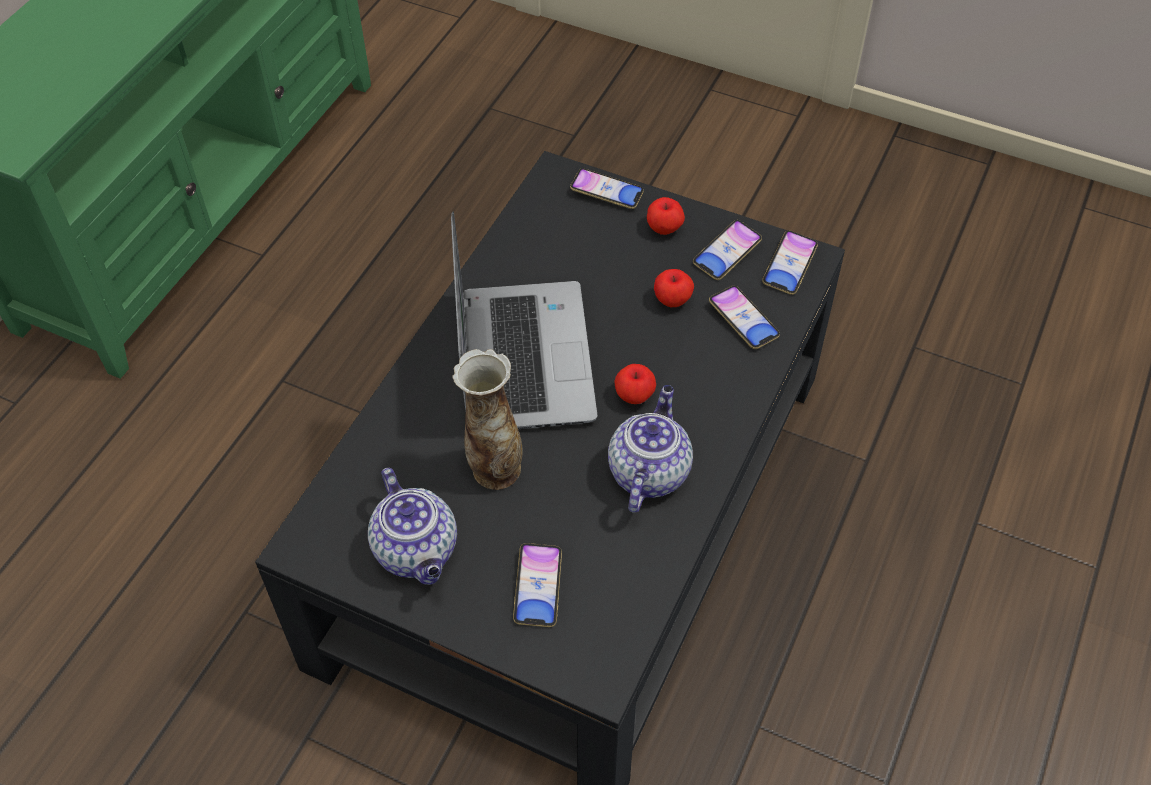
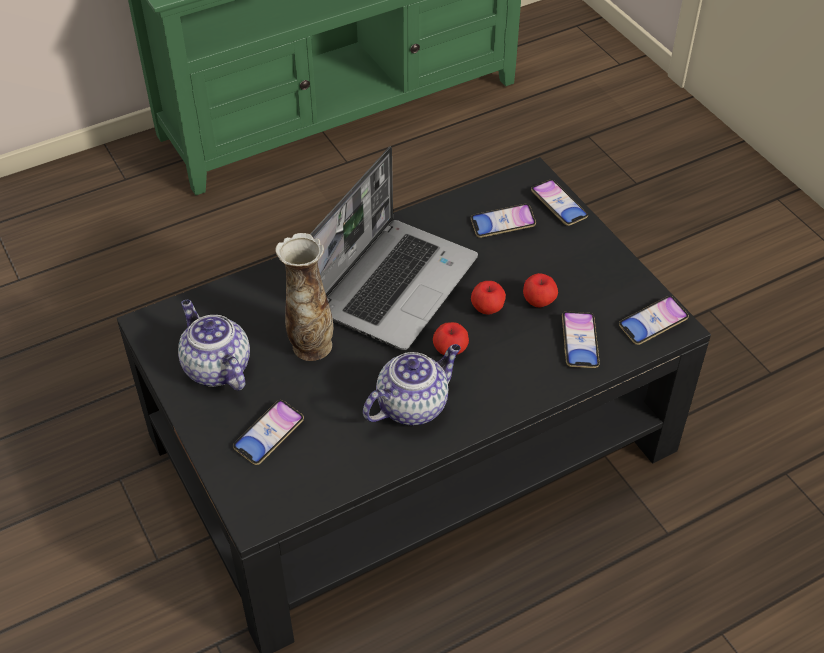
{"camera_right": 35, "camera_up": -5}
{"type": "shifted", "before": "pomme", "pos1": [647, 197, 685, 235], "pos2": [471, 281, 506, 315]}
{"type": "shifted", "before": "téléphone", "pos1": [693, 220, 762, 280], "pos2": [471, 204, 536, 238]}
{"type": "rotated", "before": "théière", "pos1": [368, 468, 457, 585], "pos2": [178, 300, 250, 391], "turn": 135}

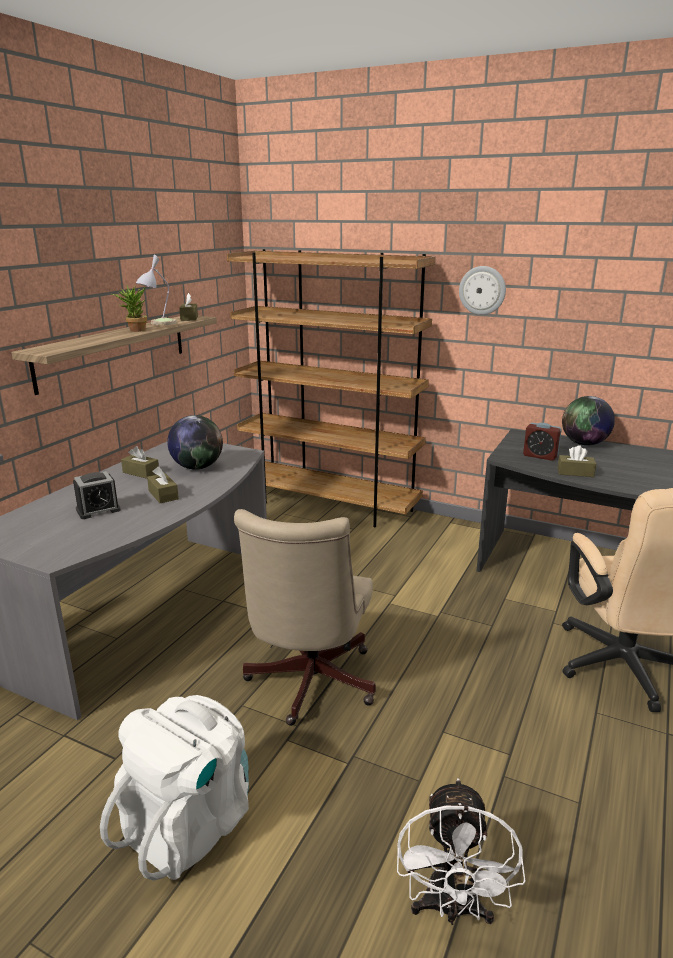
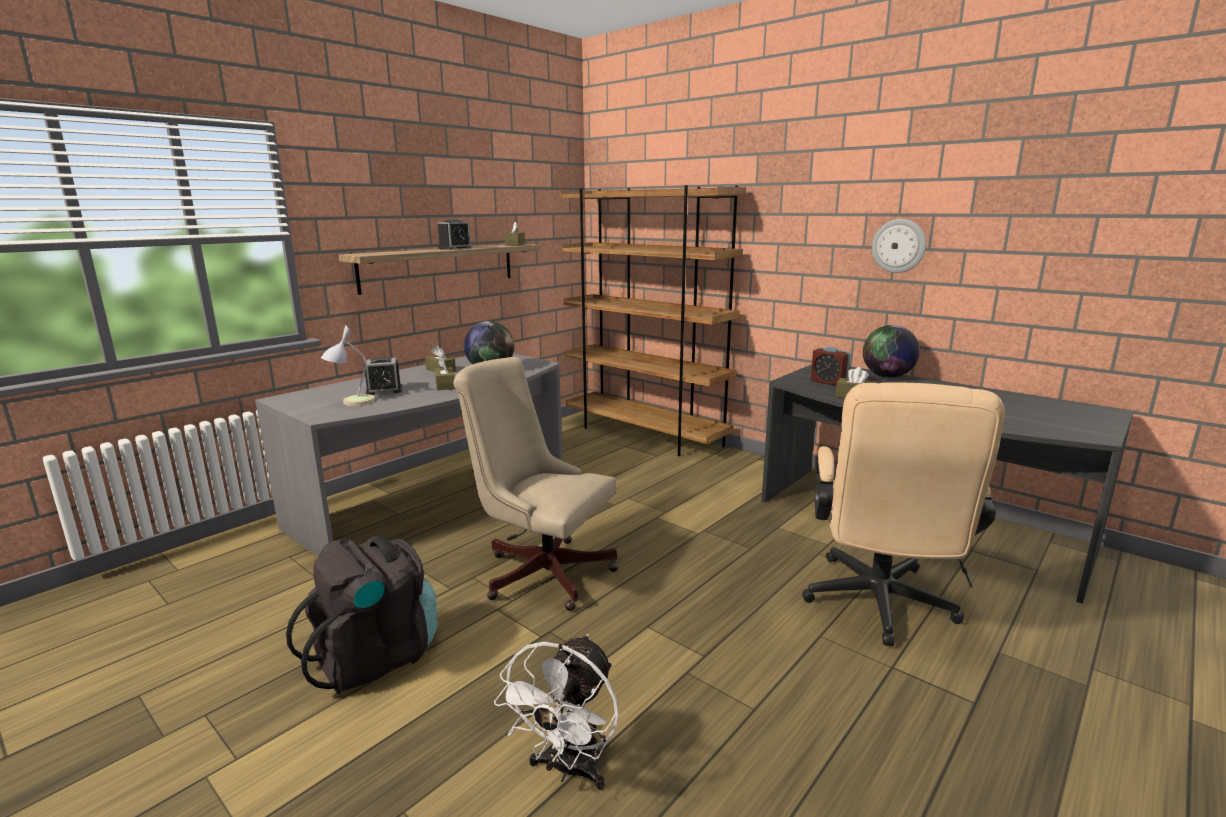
{"camera_right": 15, "camera_up": -5}
{"type": "shifted", "before": "lampe de table", "pos1": [136, 255, 177, 325], "pos2": [321, 325, 375, 406]}
{"type": "shifted", "before": "horloge murale", "pos1": [459, 266, 506, 315], "pos2": [872, 219, 926, 273]}
{"type": "swapped", "before": "plante en pot", "after": "réveil", "pos1": [112, 285, 147, 332], "pos2": [438, 219, 472, 250]}
{"type": "rotated", "before": "chaise de bureau (beige)", "pos1": [234, 509, 376, 726], "pos2": [453, 357, 618, 611], "turn": 90}
{"type": "repainted", "before": "sac à dos (blanc)", "after": "sac à dos (noir)", "pos1": [100, 695, 249, 881], "pos2": [286, 537, 438, 694]}

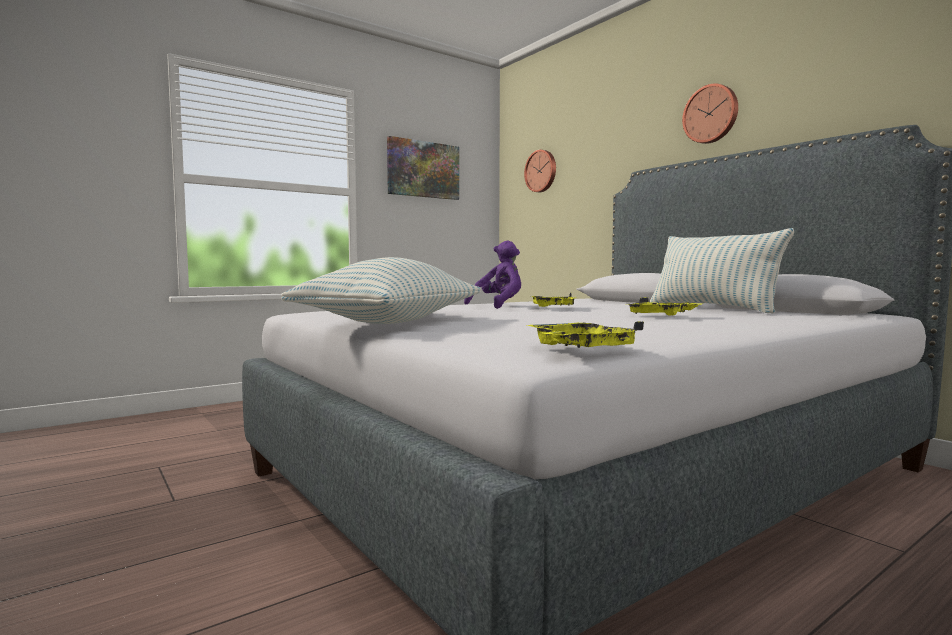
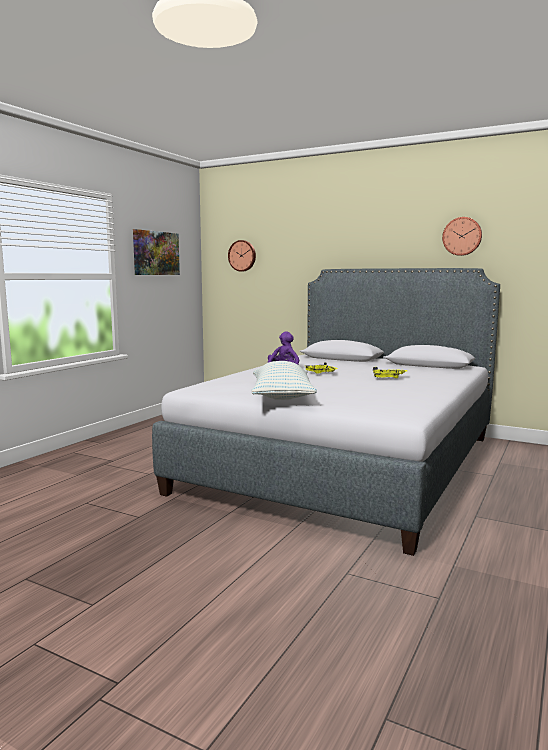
{"camera_right": -25, "camera_up": 5}
{"type": "shifted", "before": "horloge murale", "pos1": [682, 83, 738, 144], "pos2": [442, 217, 482, 256]}
{"type": "gone", "before": "coussin", "pos1": [650, 228, 794, 313]}
{"type": "gone", "before": "plateau (jaune)", "pos1": [527, 321, 644, 348]}

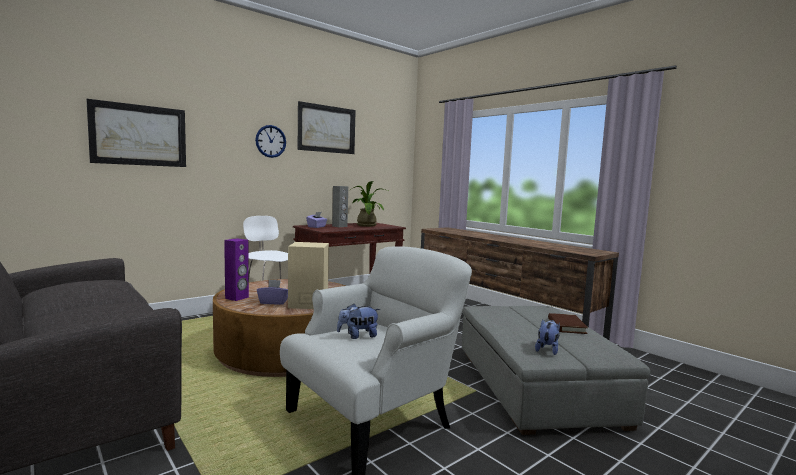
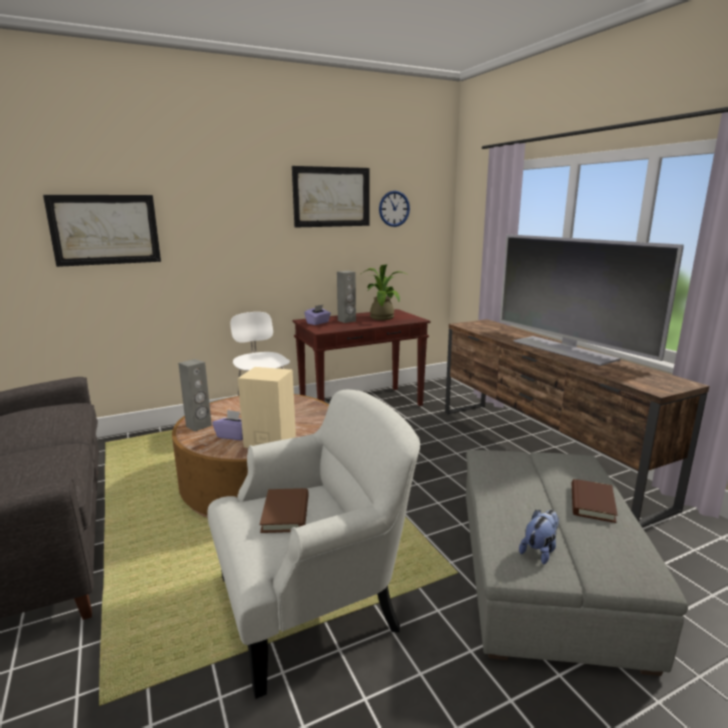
{"camera_right": 15, "camera_up": 10}
{"type": "shifted", "before": "horloge murale", "pos1": [255, 125, 286, 158], "pos2": [379, 191, 410, 227]}
{"type": "repainted", "before": "enceinte (violet)", "after": "enceinte (gris)", "pos1": [224, 238, 249, 301], "pos2": [178, 359, 212, 431]}
{"type": "swapped", "before": "peluche", "after": "livre (marron)", "pos1": [337, 303, 380, 339], "pos2": [260, 488, 309, 533]}
{"type": "new", "after": "téléviseur", "pos2": [500, 234, 684, 366]}

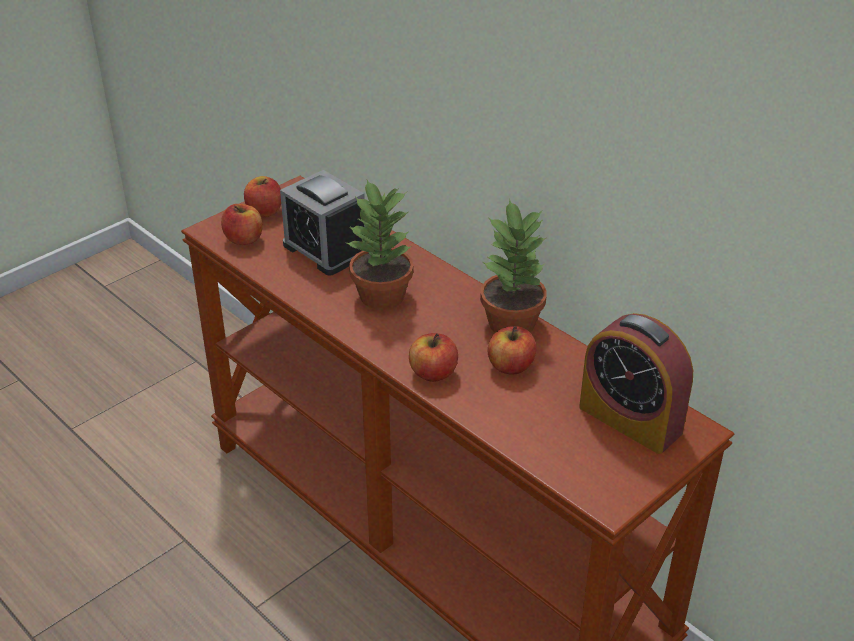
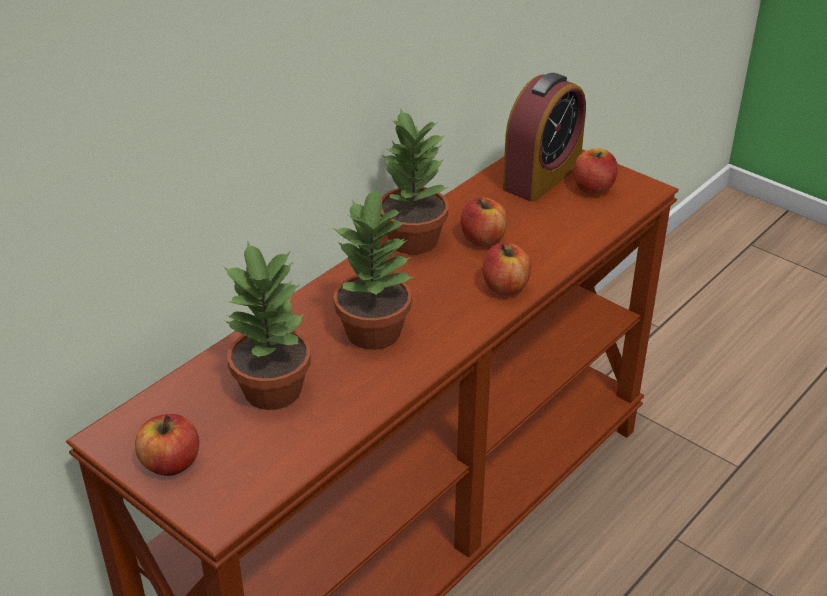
{"camera_right": -95, "camera_up": 0}
{"type": "swapped", "before": "réveil", "after": "plante en pot", "pos1": [280, 170, 366, 276], "pos2": [223, 240, 311, 410]}
{"type": "shifted", "before": "pomme", "pos1": [221, 204, 262, 245], "pos2": [574, 148, 618, 195]}

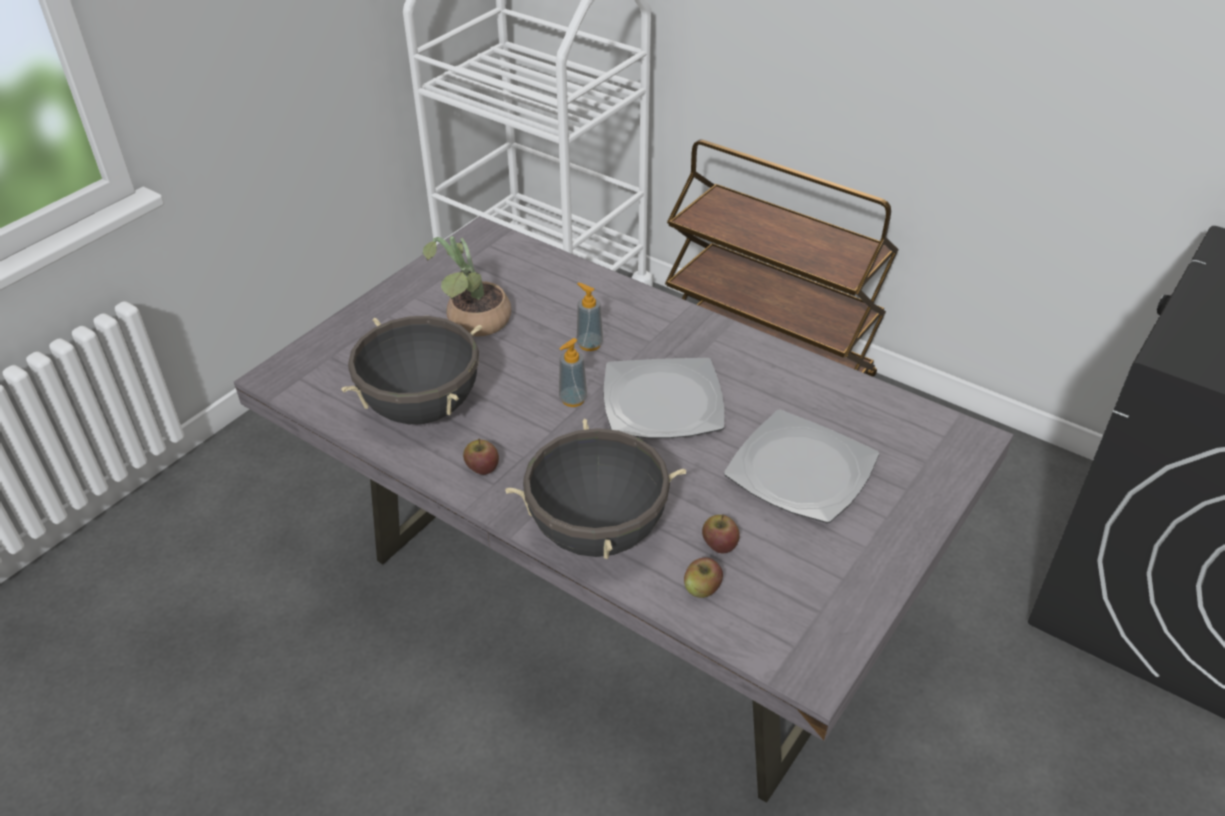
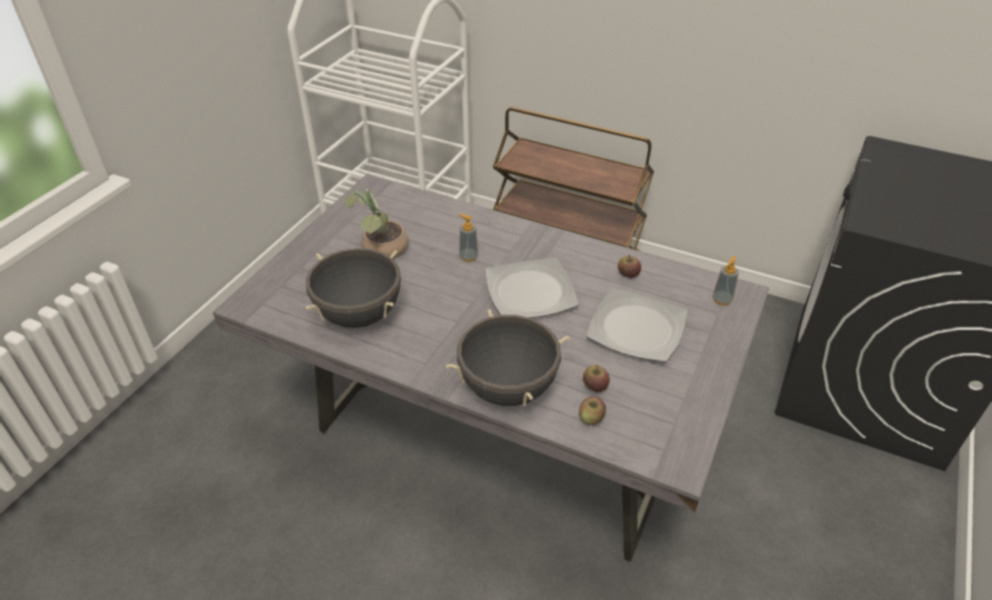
{"camera_right": -10, "camera_up": 0}
{"type": "shifted", "before": "distributeur de savon", "pos1": [559, 338, 587, 407], "pos2": [712, 256, 739, 305]}
{"type": "shifted", "before": "pomme", "pos1": [463, 438, 499, 475], "pos2": [618, 254, 641, 278]}

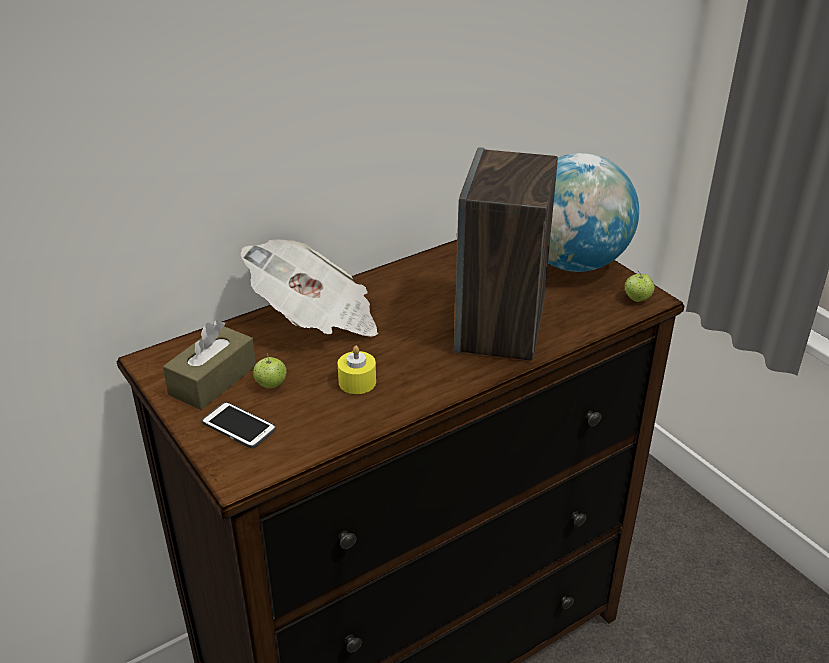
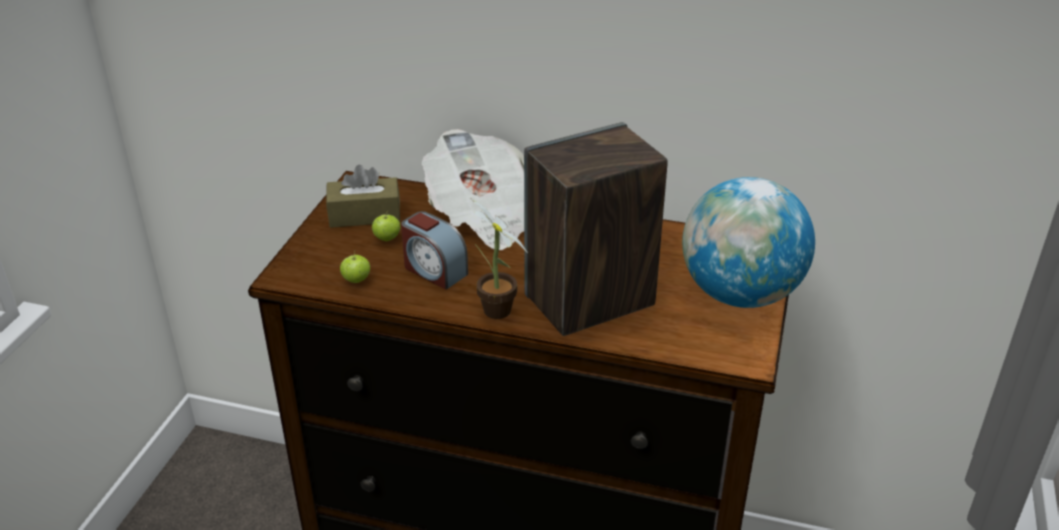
{"camera_right": 50, "camera_up": 0}
{"type": "shifted", "before": "pomme", "pos1": [625, 270, 654, 302], "pos2": [340, 251, 370, 283]}
{"type": "swapped", "before": "bougie (jaune)", "after": "réveil", "pos1": [338, 346, 376, 394], "pos2": [401, 211, 468, 290]}
{"type": "gone", "before": "téléphone", "pos1": [202, 402, 276, 449]}
{"type": "new", "after": "plante en pot", "pos2": [470, 198, 528, 319]}

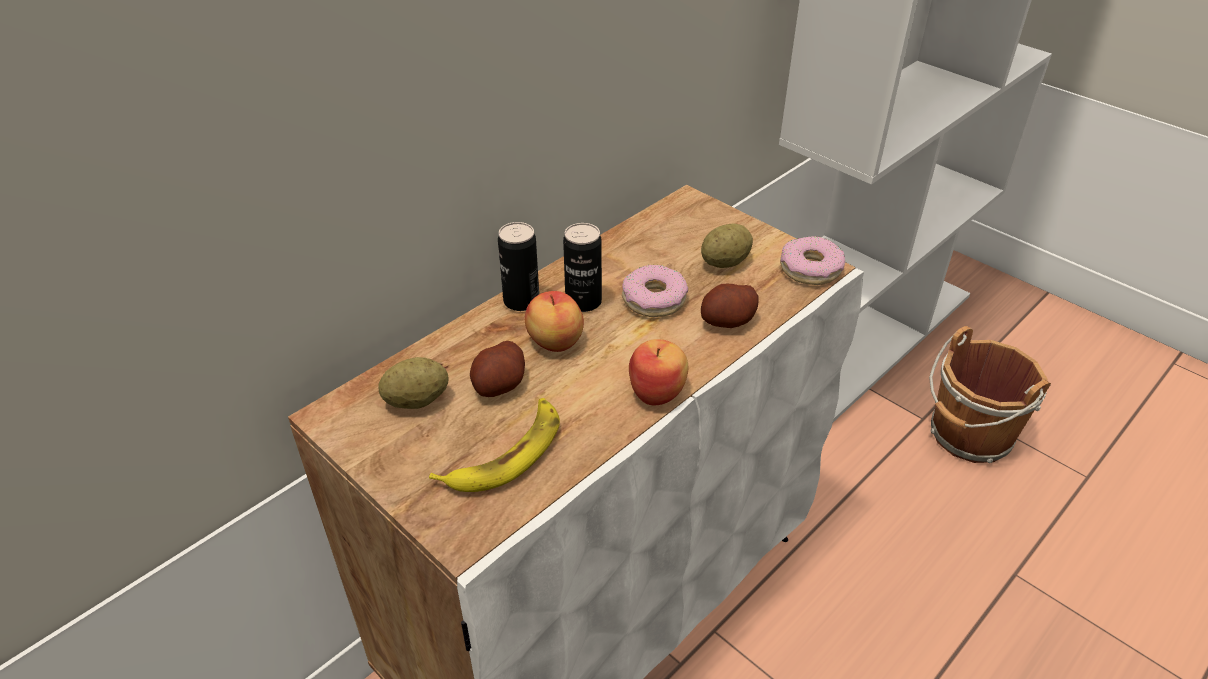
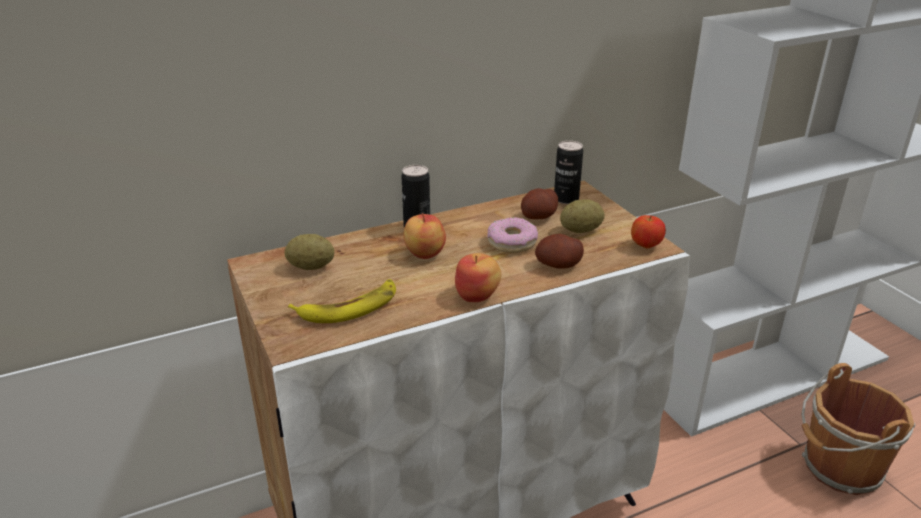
{"camera_right": 20, "camera_up": -10}
{"type": "shifted", "before": "boîte métallique", "pos1": [563, 223, 602, 312], "pos2": [554, 140, 583, 204]}
{"type": "swapped", "before": "beignet", "after": "pomme", "pos1": [780, 236, 845, 285], "pos2": [631, 215, 666, 249]}
{"type": "shifted", "before": "pomme de terre", "pos1": [470, 341, 525, 397], "pos2": [521, 188, 558, 219]}

